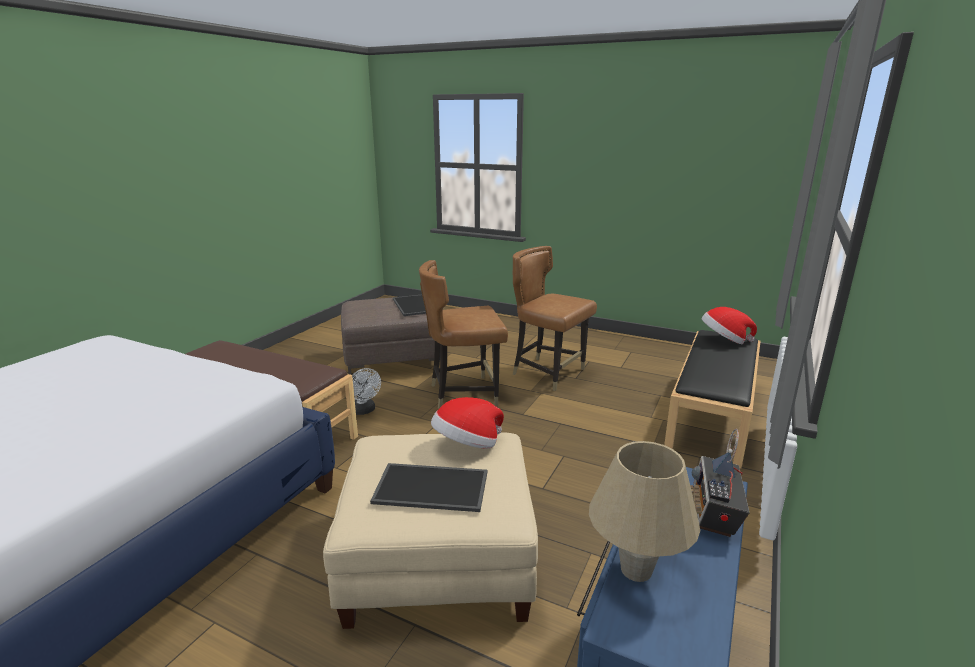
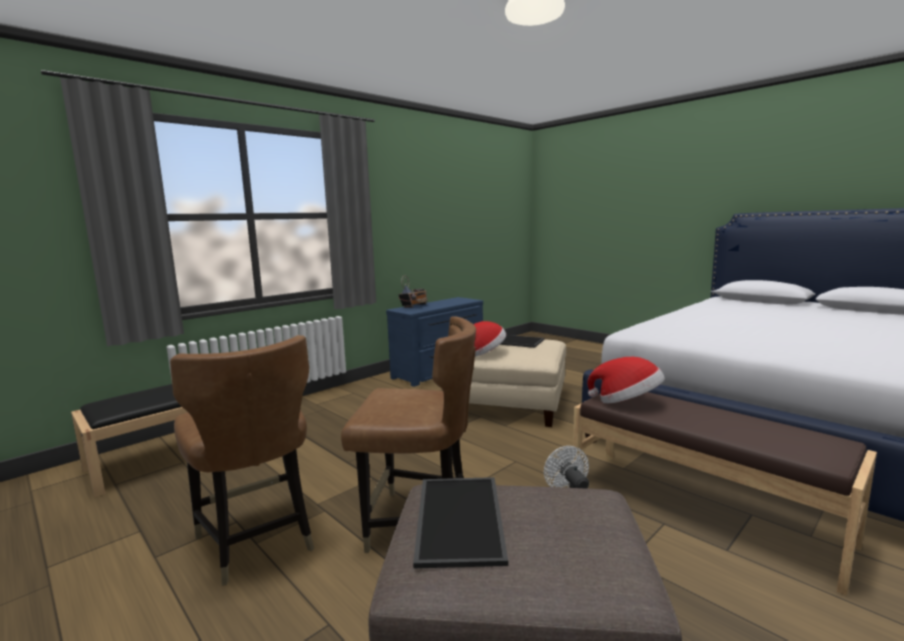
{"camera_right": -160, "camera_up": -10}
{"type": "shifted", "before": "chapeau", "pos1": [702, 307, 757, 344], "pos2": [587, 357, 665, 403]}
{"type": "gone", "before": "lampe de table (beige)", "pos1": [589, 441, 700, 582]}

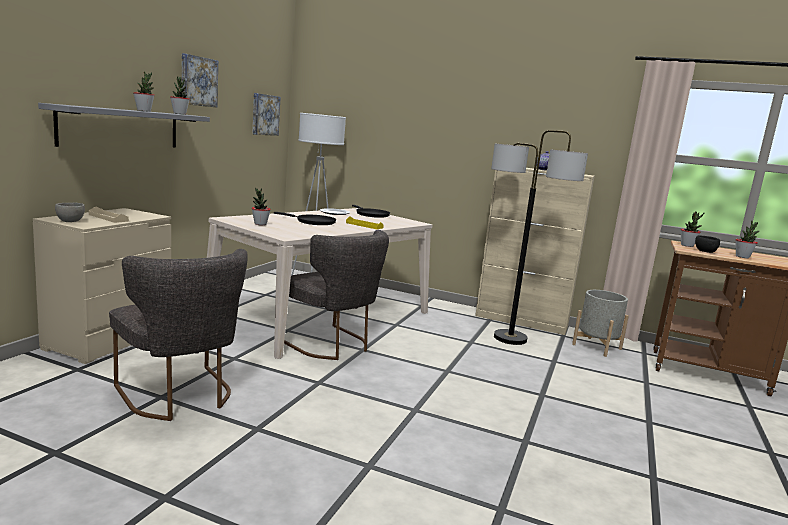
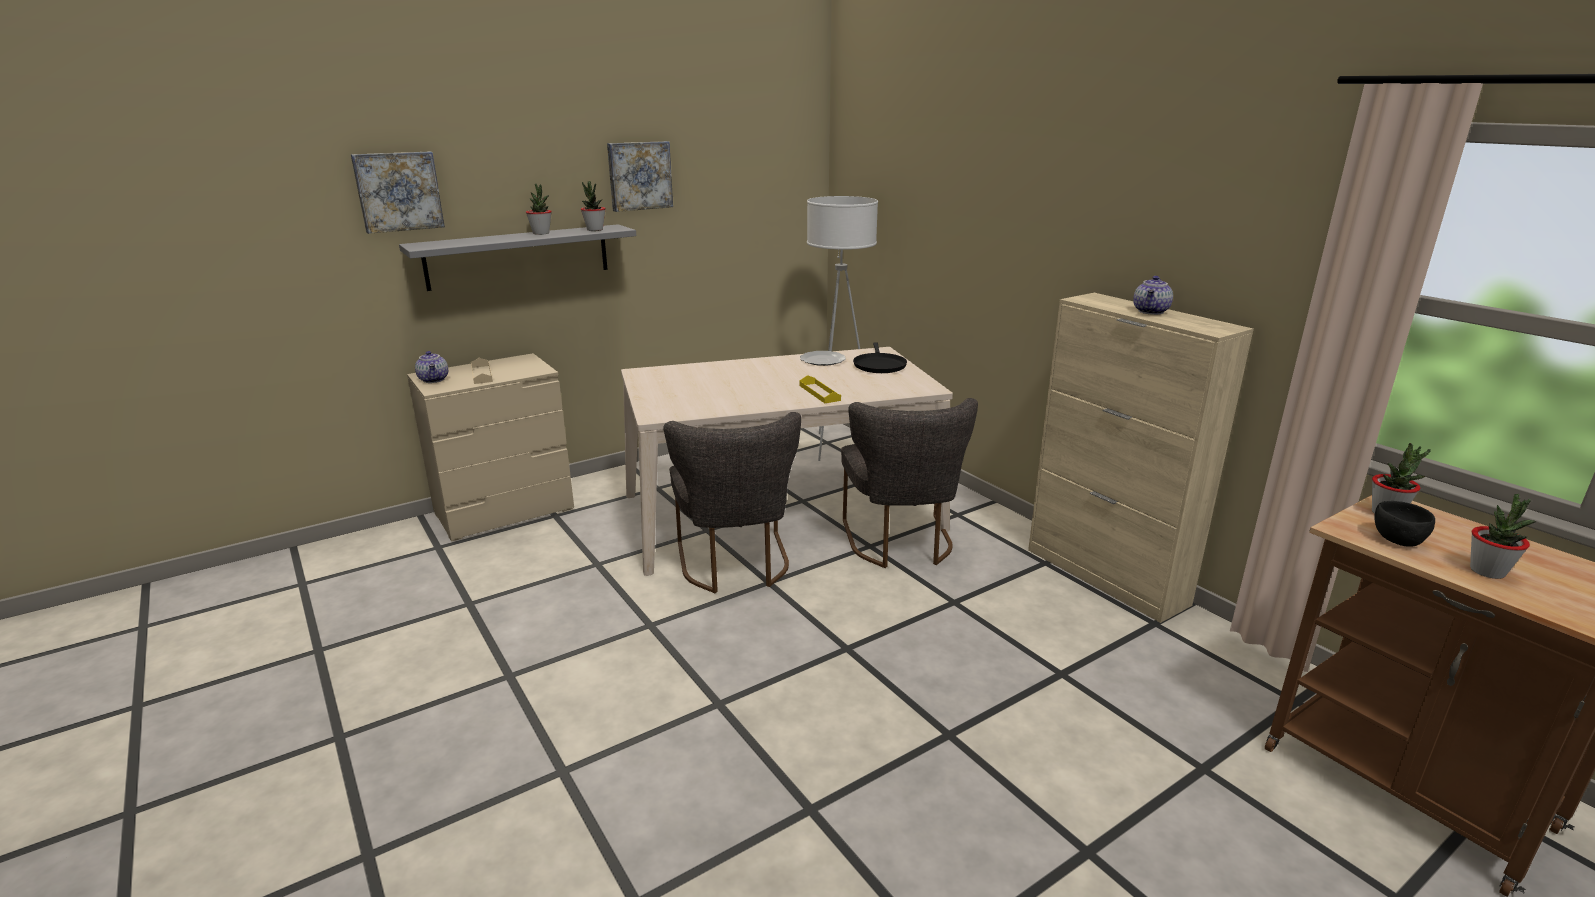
{"camera_right": 35, "camera_up": 10}
{"type": "shifted", "before": "tableau", "pos1": [252, 93, 281, 136], "pos2": [351, 151, 445, 234]}
{"type": "gone", "before": "lampadaire", "pos1": [491, 130, 588, 345]}
{"type": "gone", "before": "plante en pot", "pos1": [252, 187, 271, 225]}
{"type": "swapped", "before": "bol (gris)", "after": "théière", "pos1": [55, 203, 85, 222], "pos2": [415, 351, 448, 383]}
{"type": "gone", "before": "poêle (noir)", "pos1": [274, 212, 336, 225]}
{"type": "shifted", "before": "chaise (gris)", "pos1": [109, 249, 248, 421], "pos2": [841, 398, 978, 568]}
{"type": "gone", "before": "cache-pot (gris)", "pos1": [572, 290, 629, 357]}

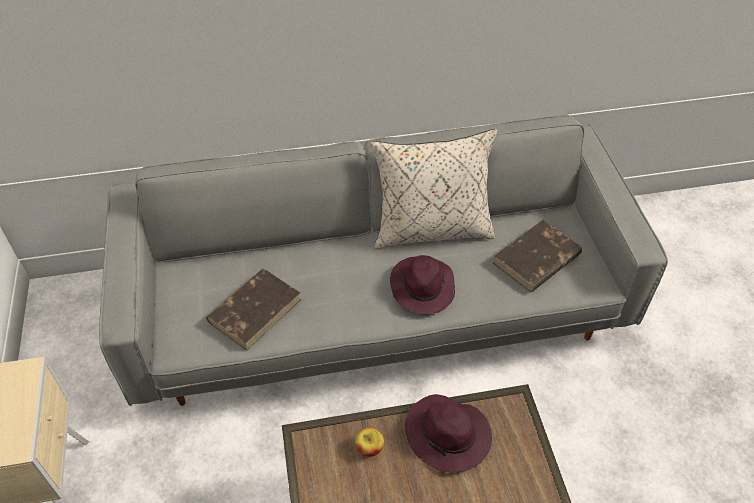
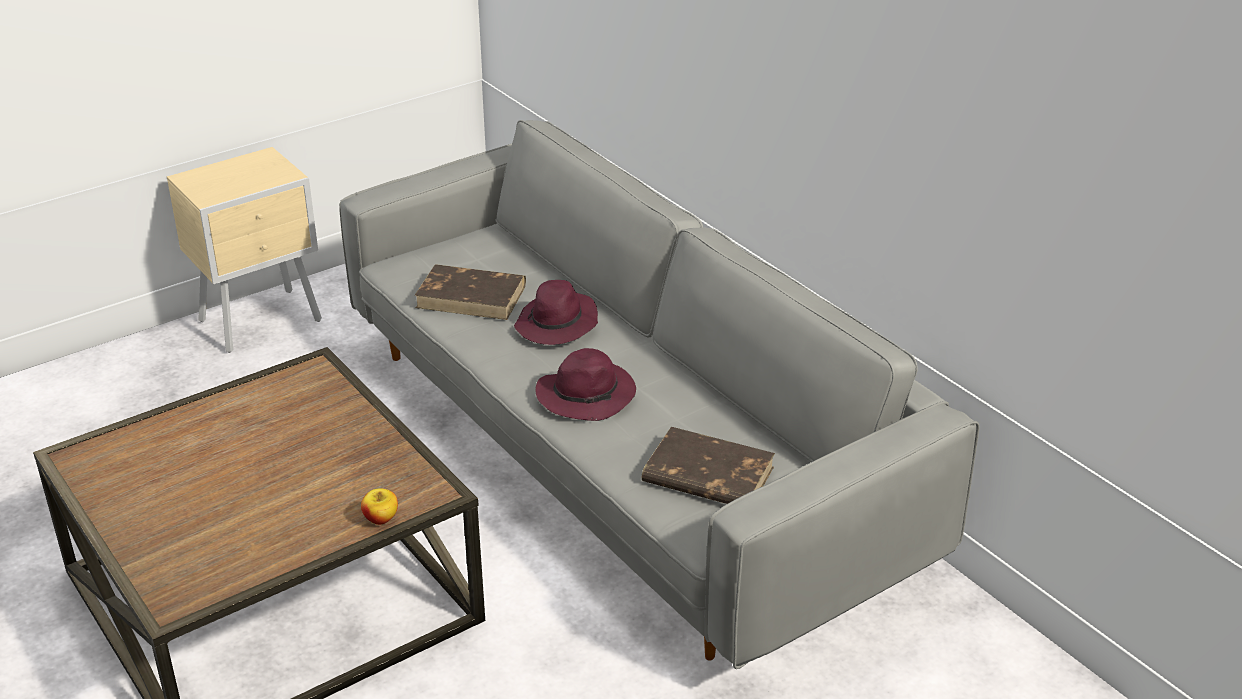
{"camera_right": 65, "camera_up": -15}
{"type": "gone", "before": "coussin (beige)", "pos1": [370, 129, 497, 250]}
{"type": "shifted", "before": "chapeau (violet)", "pos1": [405, 394, 492, 472], "pos2": [514, 280, 598, 345]}
{"type": "shifted", "before": "pomme", "pos1": [355, 428, 384, 457], "pos2": [361, 488, 398, 525]}

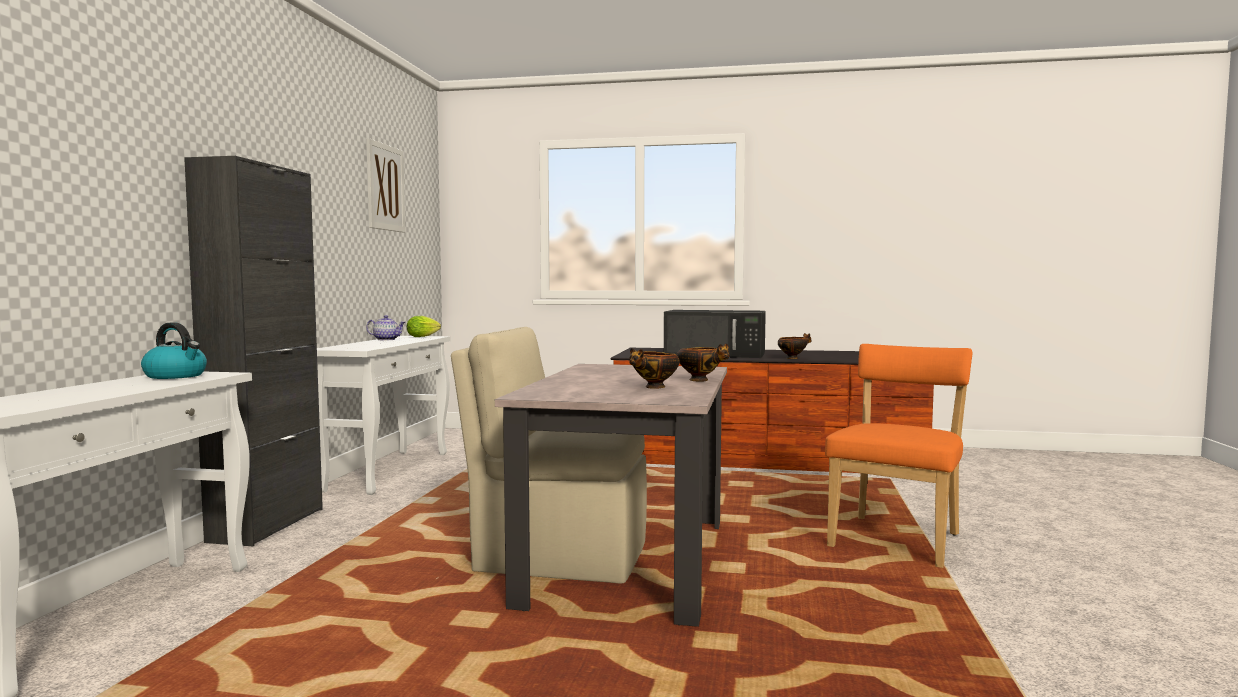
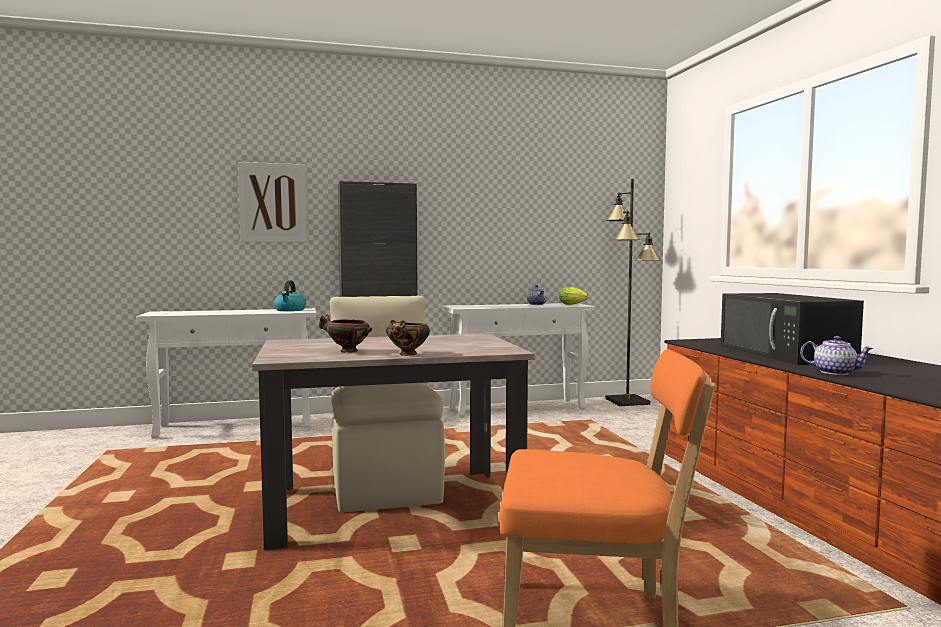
{"camera_right": 65, "camera_up": 0}
{"type": "shifted", "before": "tableau", "pos1": [366, 138, 405, 232], "pos2": [238, 162, 308, 242]}
{"type": "swapped", "before": "bol", "after": "théière", "pos1": [778, 333, 812, 359], "pos2": [800, 336, 873, 375]}
{"type": "new", "after": "lampadaire (noir)", "pos2": [606, 179, 661, 406]}

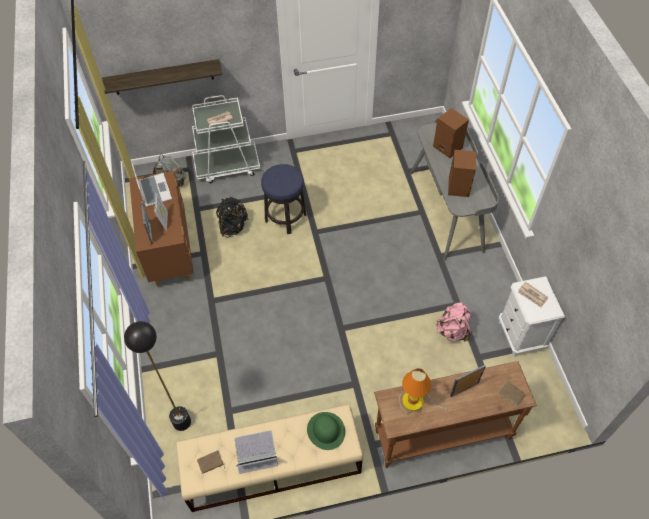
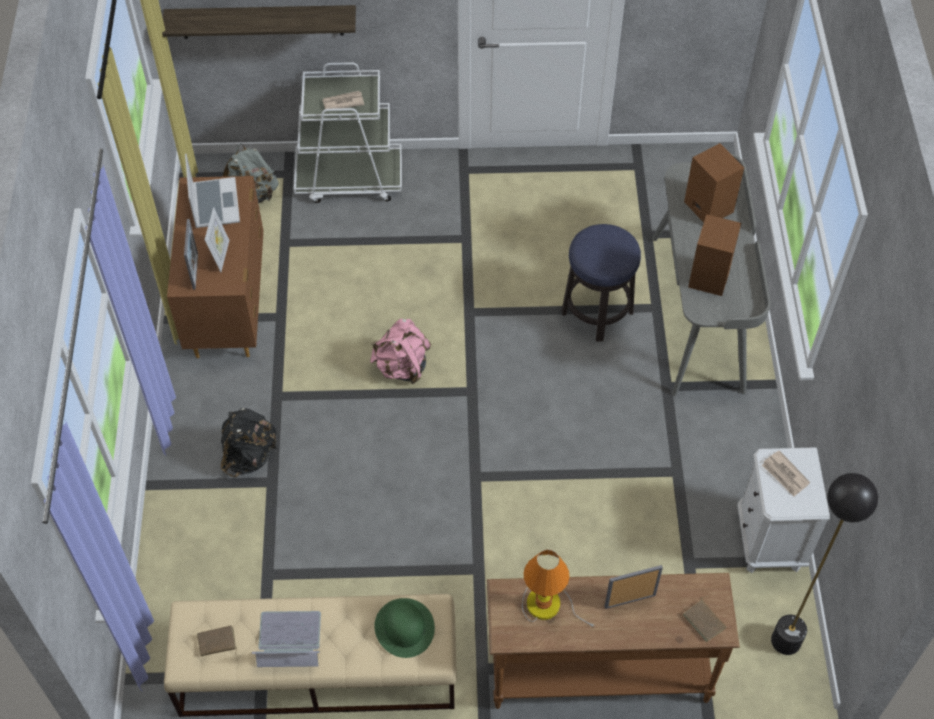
{"camera_right": 10, "camera_up": 0}
{"type": "shifted", "before": "tabouret", "pos1": [261, 164, 307, 234], "pos2": [562, 224, 641, 341]}
{"type": "shifted", "before": "sac à dos (noir)", "pos1": [216, 197, 249, 238], "pos2": [221, 408, 277, 477]}
{"type": "shifted", "before": "sac à dos (rose)", "pos1": [436, 302, 471, 342], "pos2": [370, 319, 432, 384]}
{"type": "shifted", "before": "lampadaire (noir)", "pos1": [124, 321, 191, 431], "pos2": [771, 473, 878, 655]}

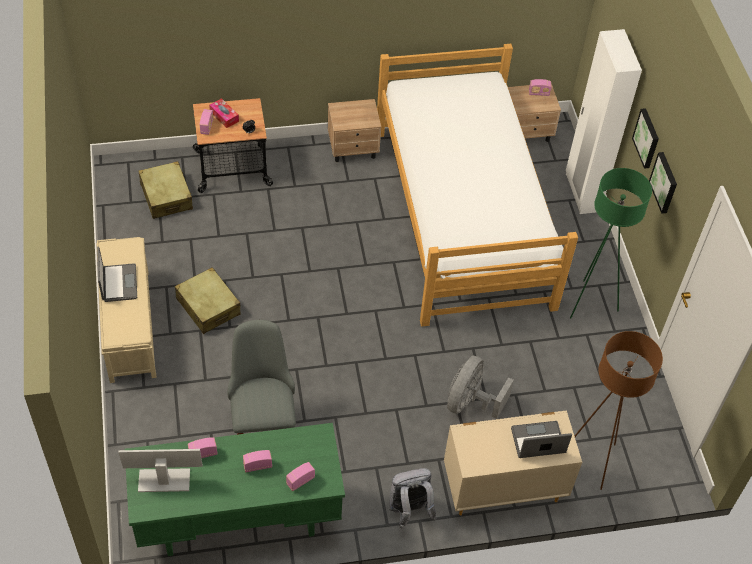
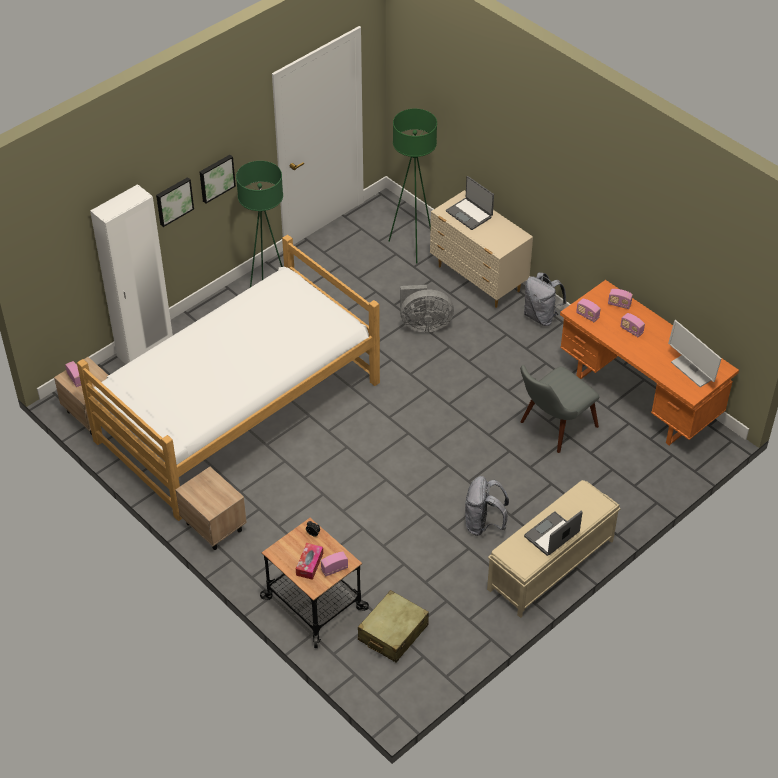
{"camera_right": -120, "camera_up": -5}
{"type": "swapped", "before": "valise (beige)", "after": "sac à dos (gris)", "pos1": [175, 267, 241, 334], "pos2": [465, 476, 509, 536]}
{"type": "repainted", "before": "lampadaire (marron)", "after": "lampadaire (vert)", "pos1": [575, 331, 663, 490], "pos2": [389, 109, 437, 264]}
{"type": "repainted", "before": "bureau (vert)", "after": "bureau (orange)", "pos1": [125, 423, 345, 556], "pos2": [560, 280, 739, 446]}
{"type": "shifted", "before": "radio", "pos1": [188, 437, 218, 458], "pos2": [576, 298, 601, 322]}

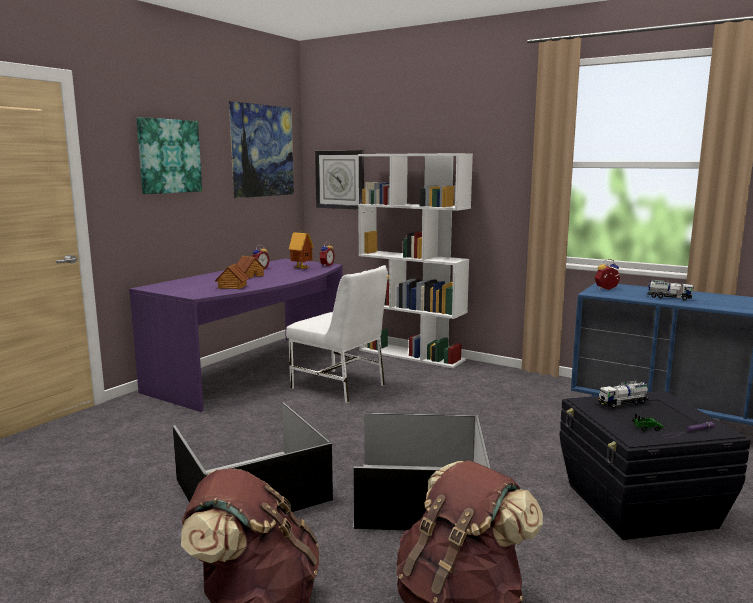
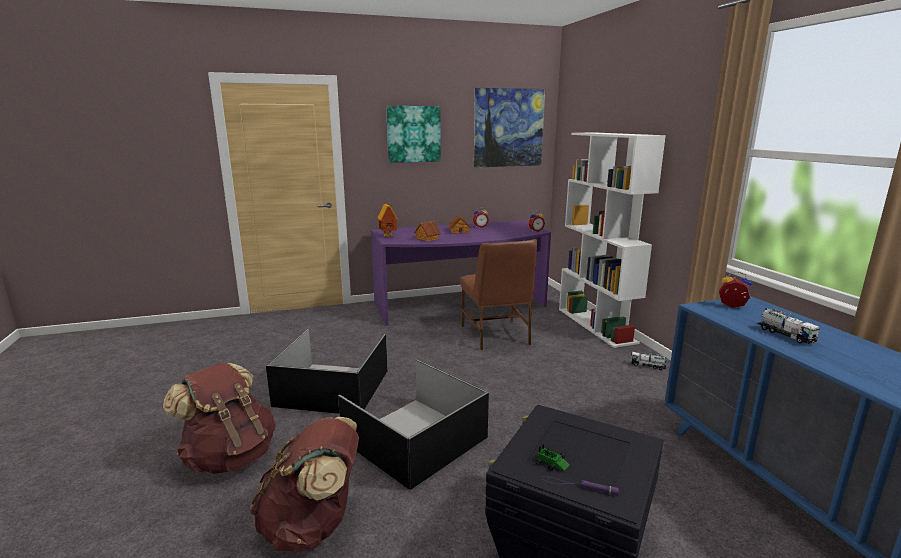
{"camera_right": 40, "camera_up": 5}
{"type": "gone", "before": "horloge murale", "pos1": [315, 150, 364, 210]}
{"type": "shifted", "before": "maison miniature", "pos1": [289, 231, 314, 269], "pos2": [378, 203, 398, 237]}
{"type": "repainted", "before": "chaise (blanc)", "after": "chaise (marron)", "pos1": [286, 265, 388, 403], "pos2": [461, 239, 537, 350]}
{"type": "shifted", "before": "camion jouet", "pos1": [598, 380, 649, 408], "pos2": [631, 352, 666, 370]}

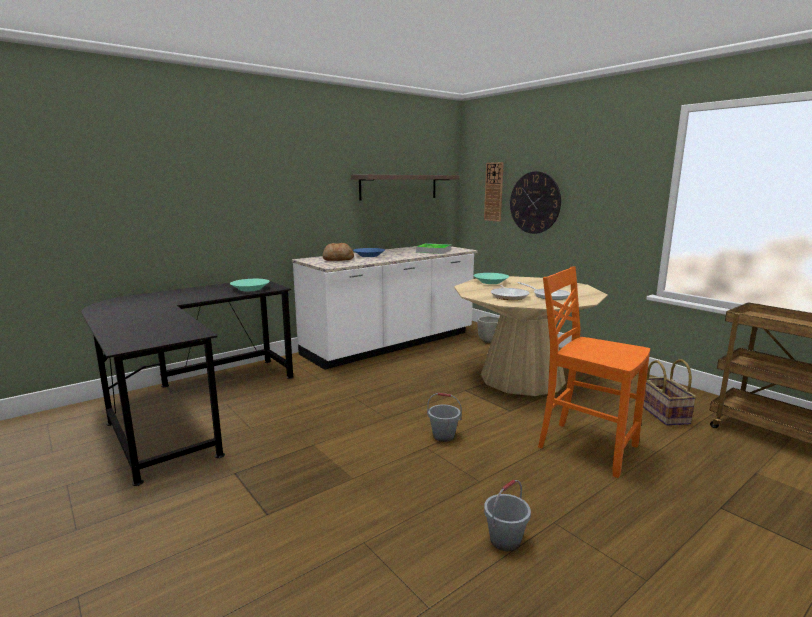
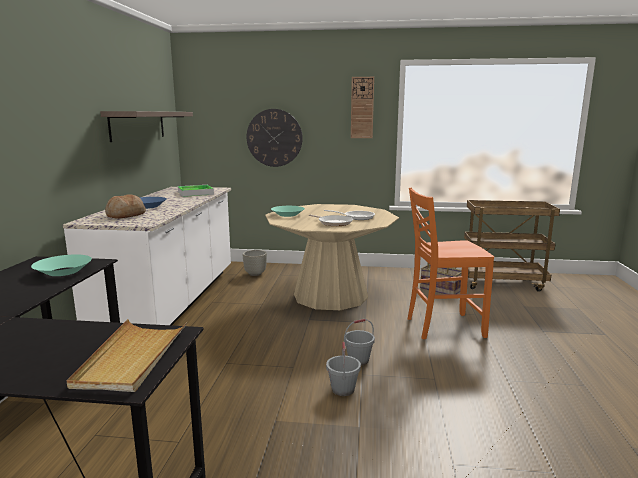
{"camera_right": -45, "camera_up": 0}
{"type": "shifted", "before": "horloge murale", "pos1": [484, 162, 504, 222], "pos2": [351, 77, 374, 138]}
{"type": "shifted", "before": "seau (gris)", "pos1": [484, 480, 531, 552], "pos2": [326, 342, 361, 396]}
{"type": "new", "after": "plateau (beige)", "pos2": [66, 319, 188, 392]}

